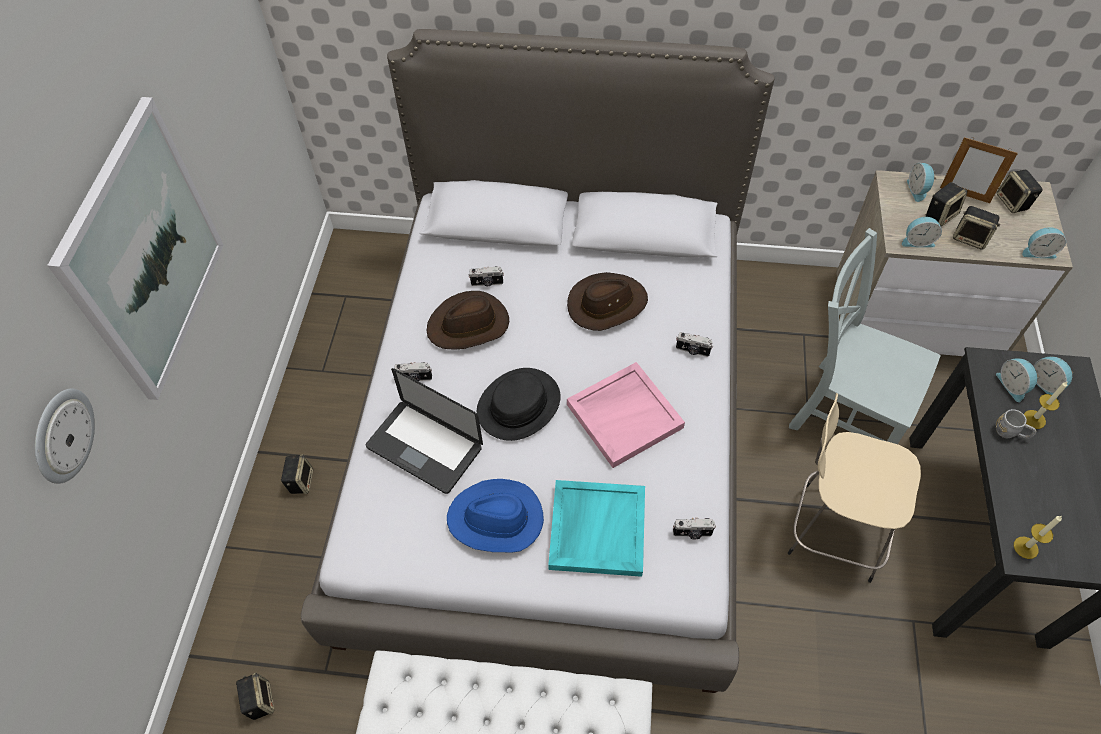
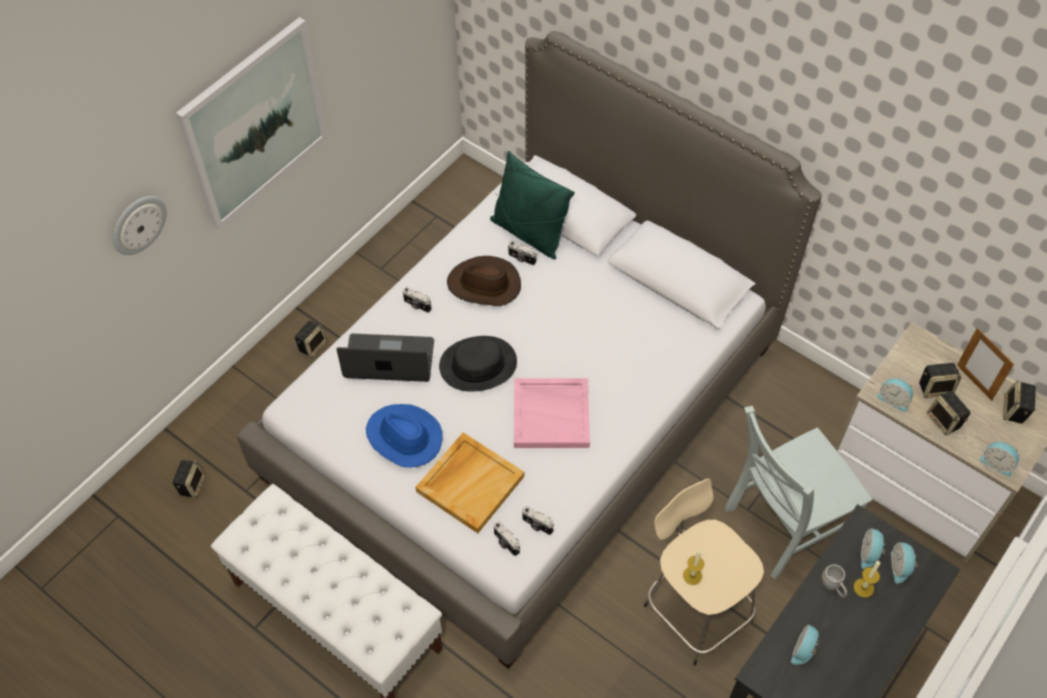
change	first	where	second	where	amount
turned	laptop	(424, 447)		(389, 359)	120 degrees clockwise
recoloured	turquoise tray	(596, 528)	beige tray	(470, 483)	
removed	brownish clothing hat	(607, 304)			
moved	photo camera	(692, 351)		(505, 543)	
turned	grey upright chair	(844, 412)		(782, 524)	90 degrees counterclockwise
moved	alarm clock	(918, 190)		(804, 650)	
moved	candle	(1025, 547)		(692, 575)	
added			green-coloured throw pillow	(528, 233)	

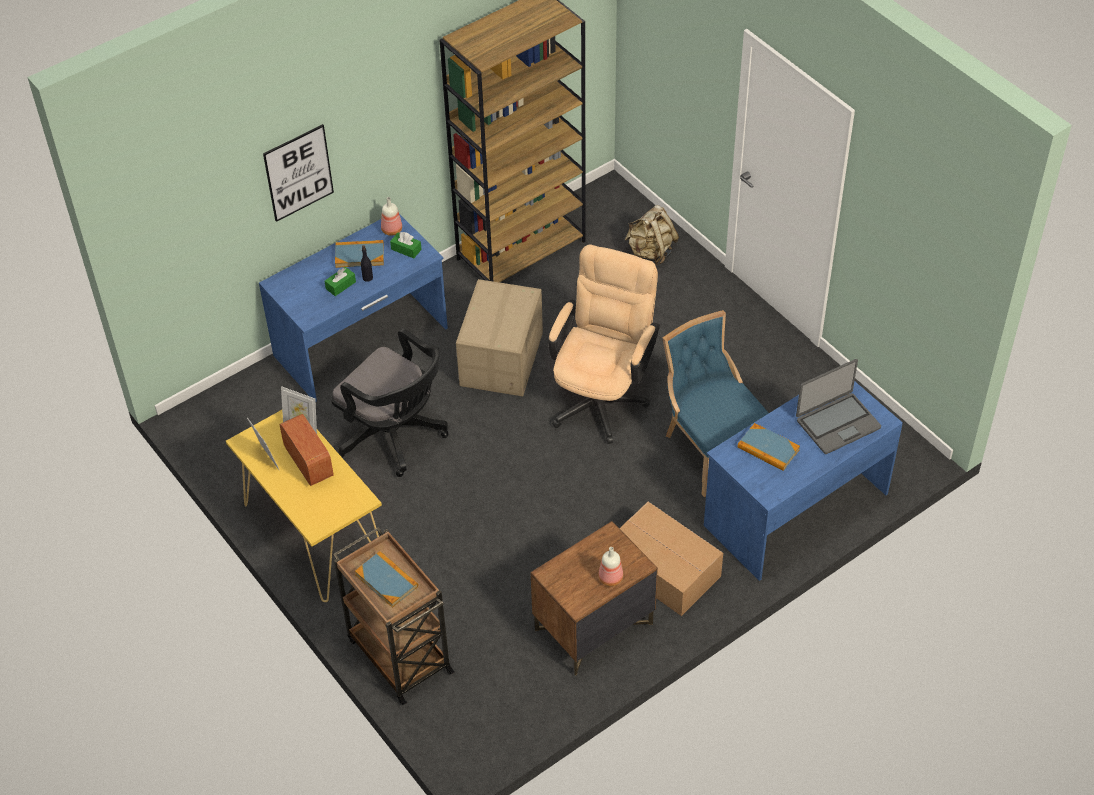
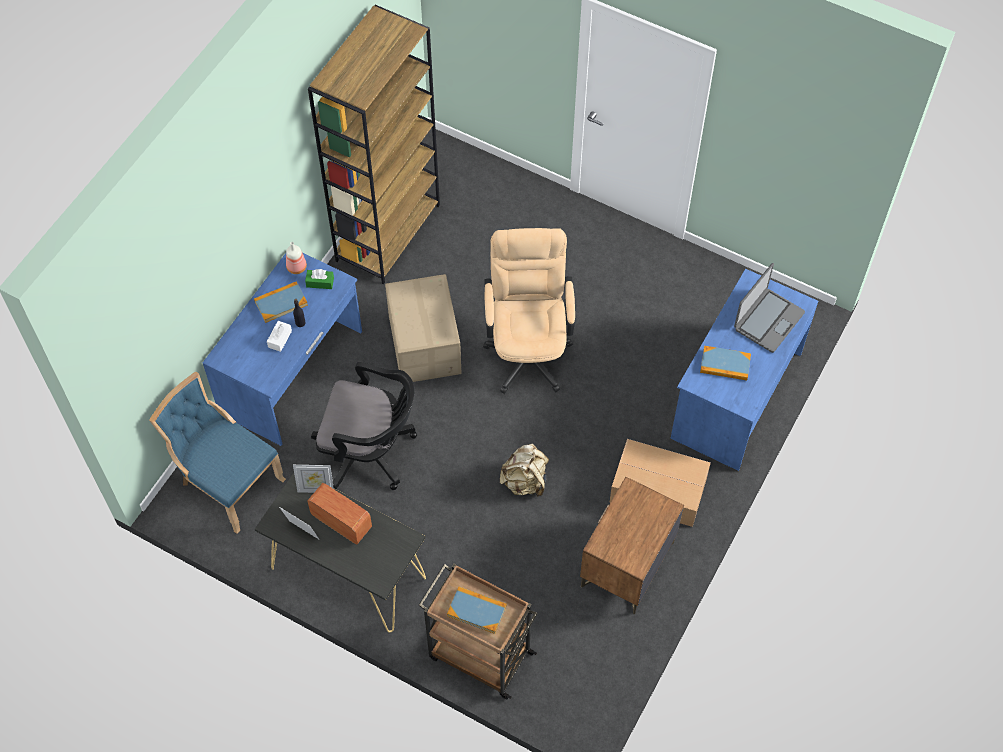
change	first	where	second	where	amount
recoloured	yellow console table	(314, 534)	black-coloured console table	(347, 572)	
removed	wall art	(298, 173)			
recoloured	green-coloured tissue box	(340, 285)	white-coloured tissue box	(280, 339)	
removed	drink bottle	(611, 578)			
moved	beige rucksack	(651, 252)		(525, 481)	
moved	bluish upright chair	(711, 448)		(228, 482)	

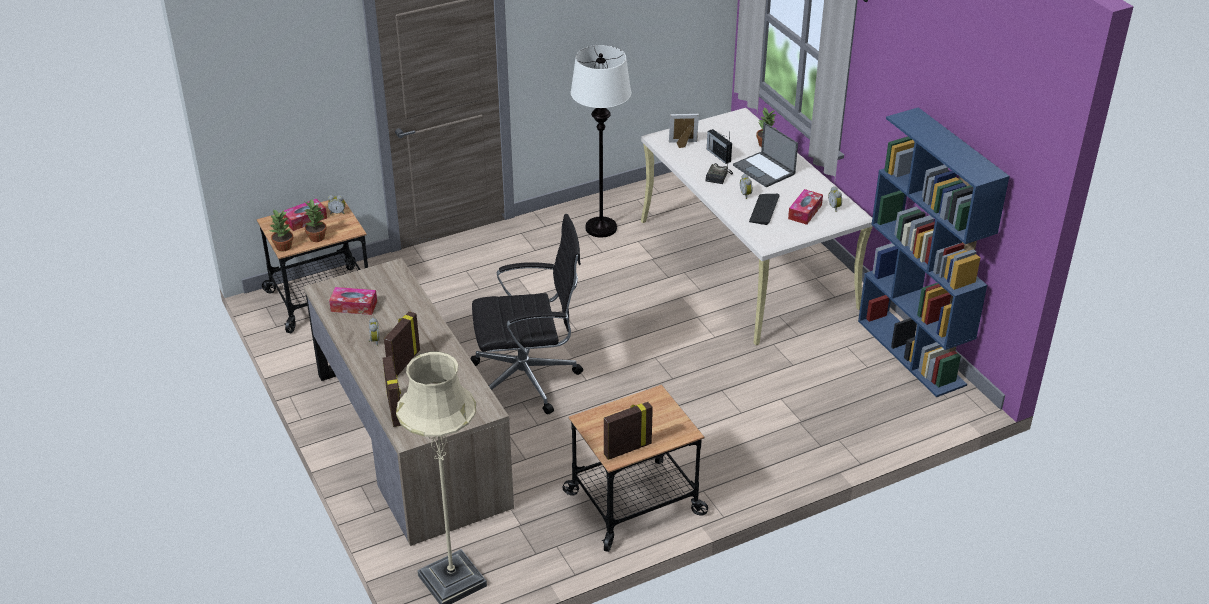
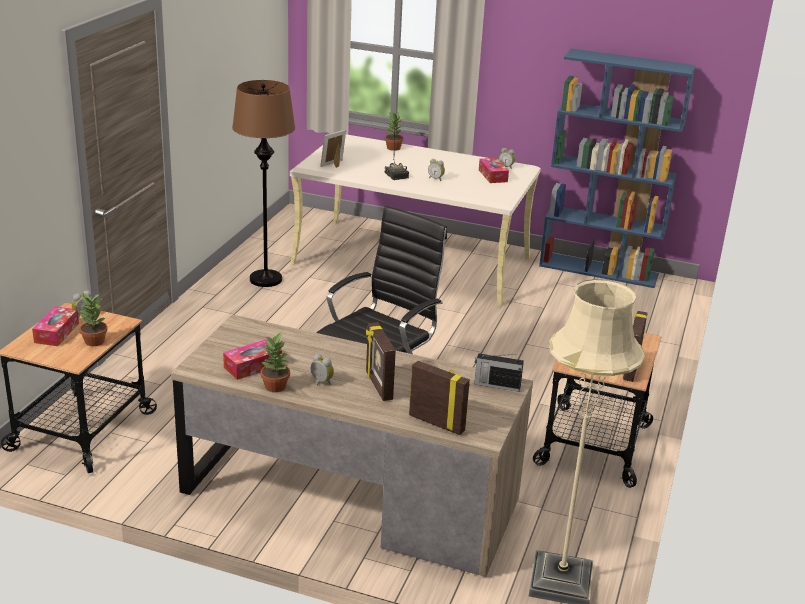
change	first	where	second	where	amount
moved	potted plant	(284, 247)		(276, 386)	
recoloured	white-coloured floor lamp	(601, 228)	brownish floor lamp	(265, 279)	
moved	radio receiver	(718, 155)		(496, 385)	
removed	laptop	(764, 170)			
removed	PC keyboard	(764, 209)			

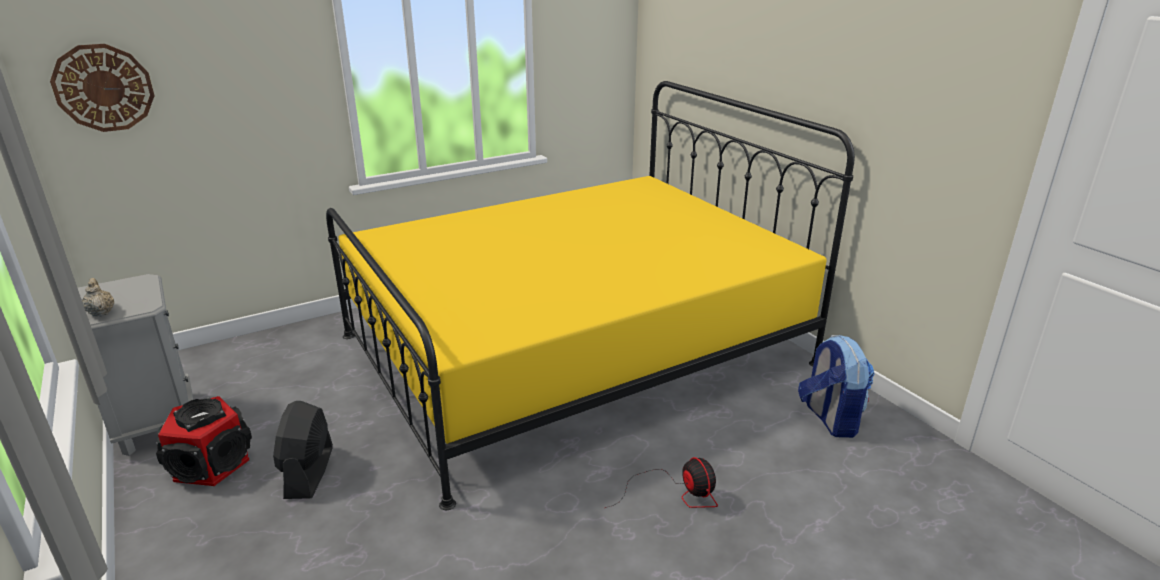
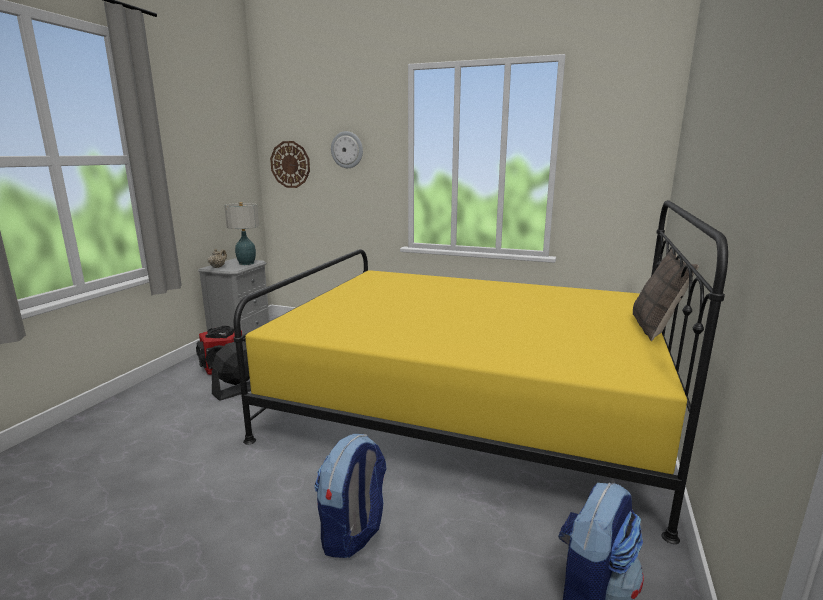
change	first	where	second	where	amount
replaced	electric fan	(676, 493)	rucksack	(353, 533)	
added			lamp for a table	(247, 263)	
added			wall clock	(347, 150)	
added			throw pillow	(655, 328)	

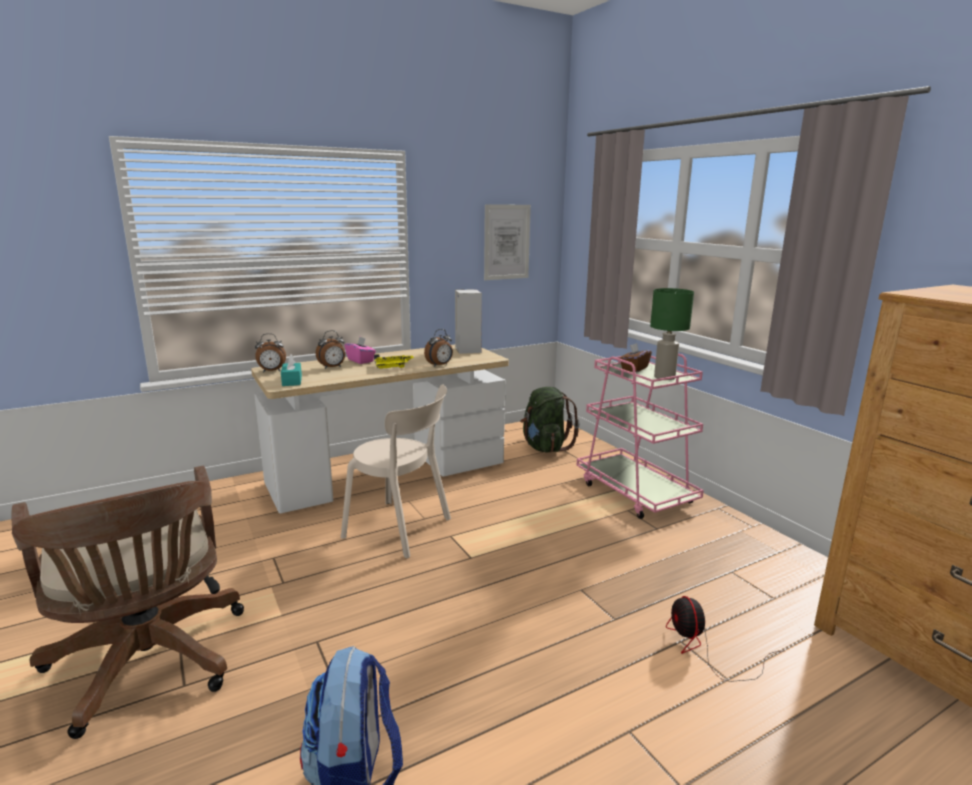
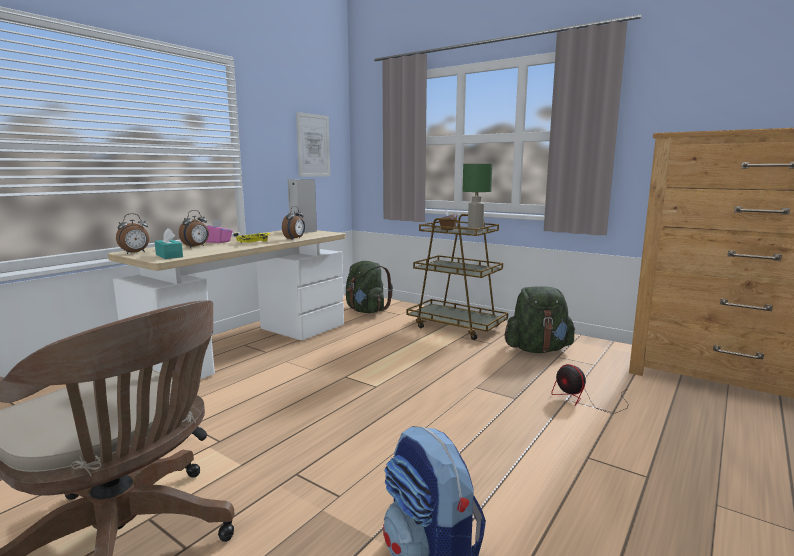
change	first	where	second	where	amount
removed	beige upright chair	(401, 529)			
recoloured	pink-coloured cart	(635, 492)	brownish cart	(456, 326)	
added			green-coloured rucksack	(537, 349)	

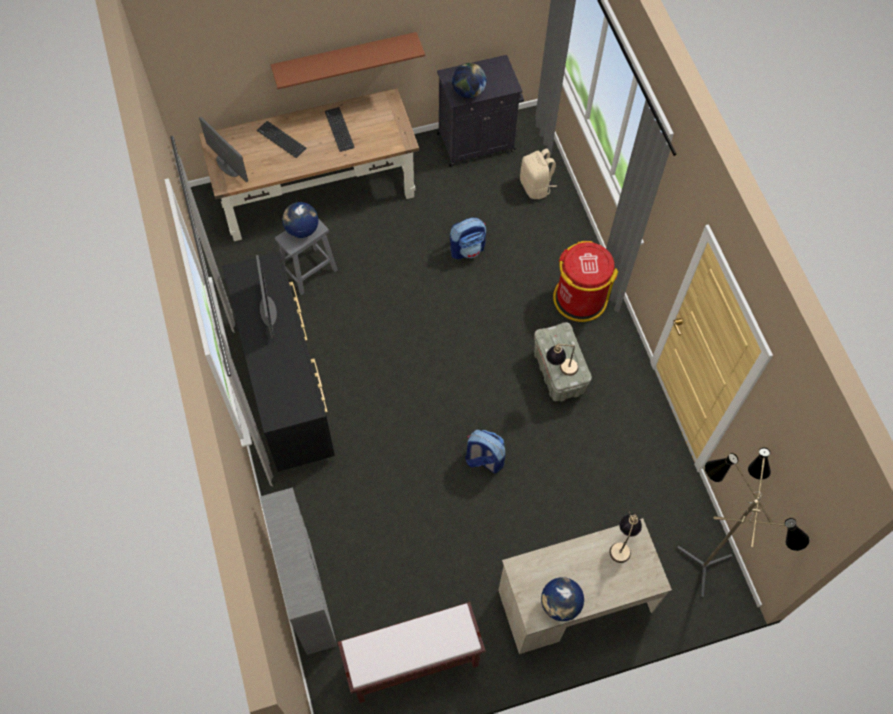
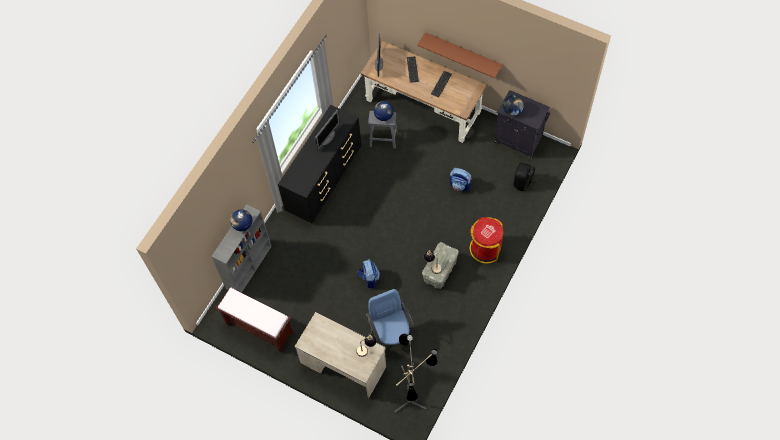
change	first	where	second	where	amount
recoloured	beige rucksack	(536, 187)	black-coloured rucksack	(522, 183)	
moved	desk globe	(560, 604)		(242, 225)	
added			bluish desk chair	(391, 335)	

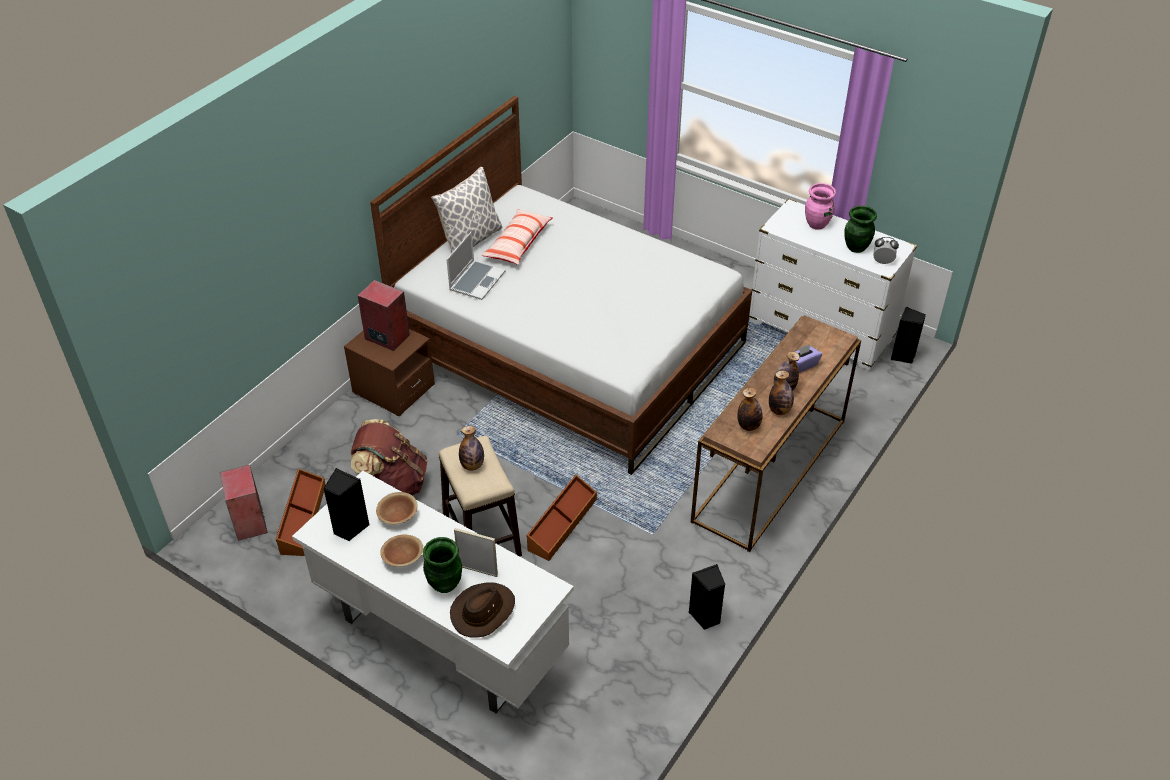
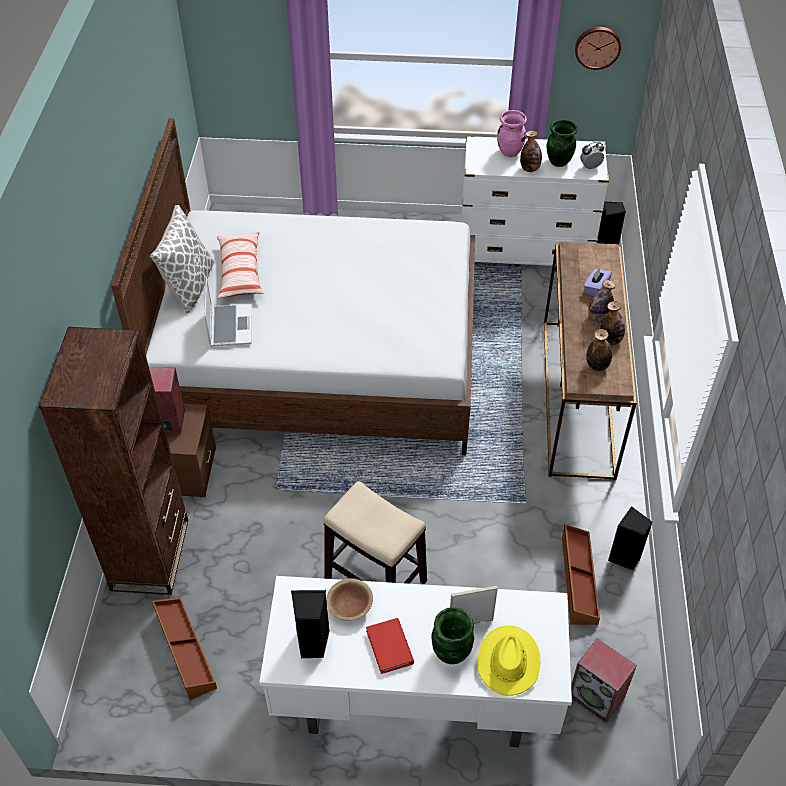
change	first	where	second	where	amount
moved	loudspeaker	(250, 523)		(597, 696)	
removed	brownish rucksack	(393, 485)			
replaced	brownish serving bowl	(403, 558)	reddish bound book	(390, 647)	
recoloured	brownish clothing hat	(483, 611)	yellow clothing hat	(508, 661)	
moved	drink bottle	(472, 465)		(530, 169)	
moved	brownish storage box	(561, 524)		(577, 580)	
added			brownish bookshelf	(150, 554)	
added			wall clock	(597, 46)	

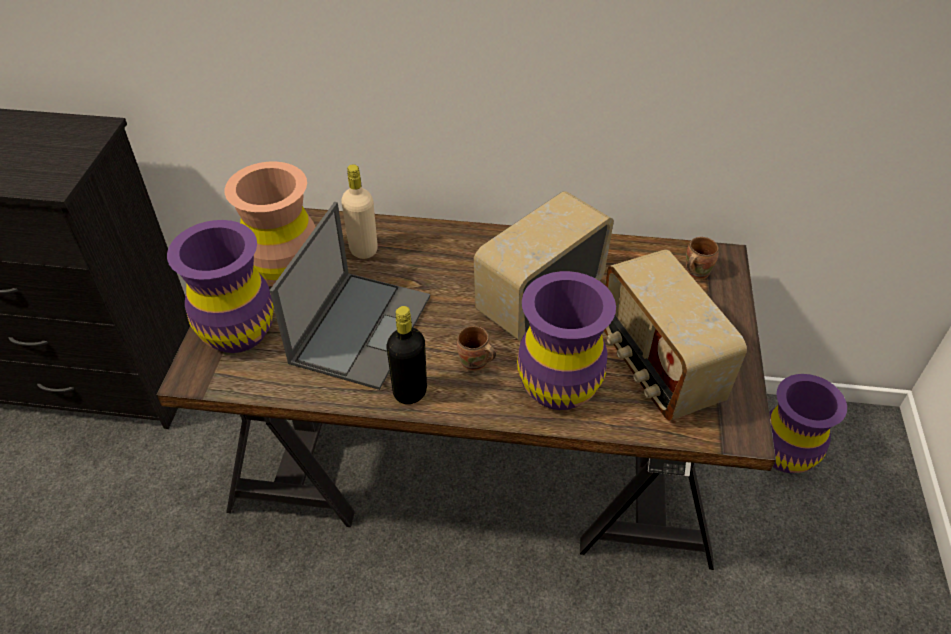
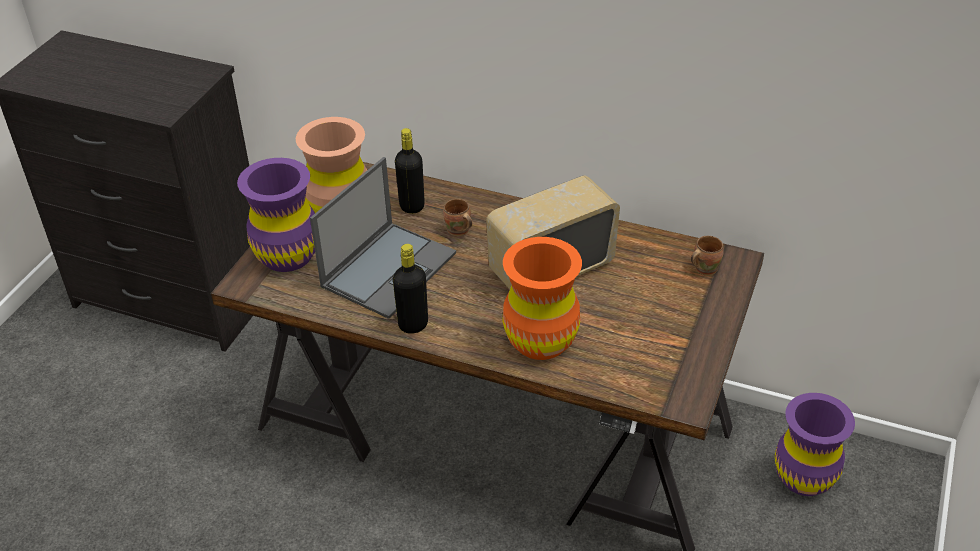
change	first	where	second	where	amount
recoloured	beige drink bottle	(363, 250)	black-coloured drink bottle	(412, 206)	
moved	brownish coffee mug	(474, 364)		(458, 231)	
recoloured	purple decorative vase	(559, 385)	orange decorative vase	(541, 340)	
removed	radio receiver	(656, 368)			

